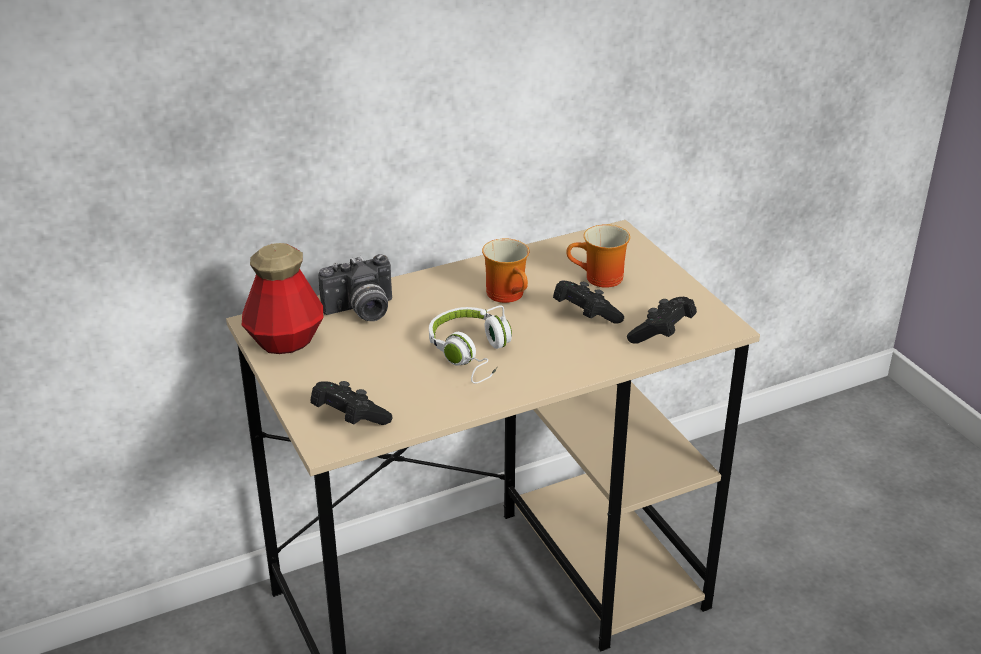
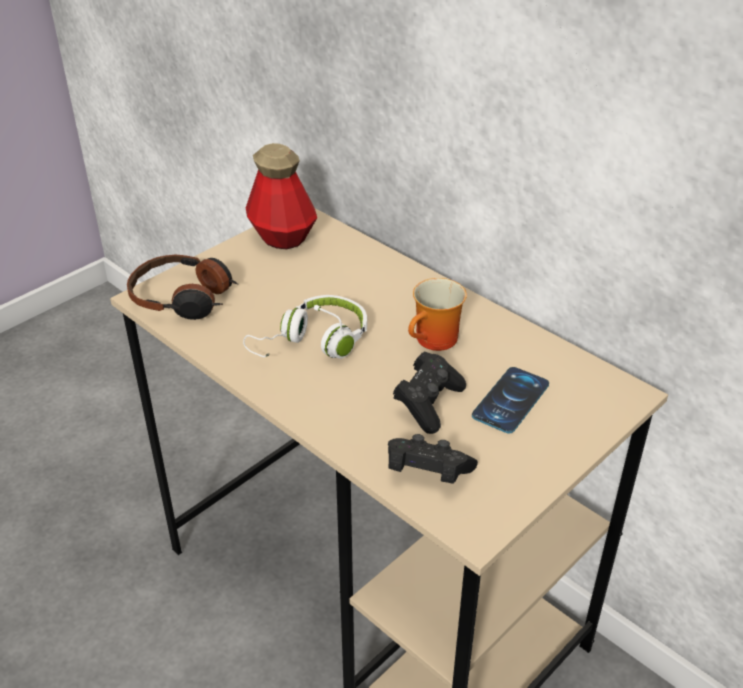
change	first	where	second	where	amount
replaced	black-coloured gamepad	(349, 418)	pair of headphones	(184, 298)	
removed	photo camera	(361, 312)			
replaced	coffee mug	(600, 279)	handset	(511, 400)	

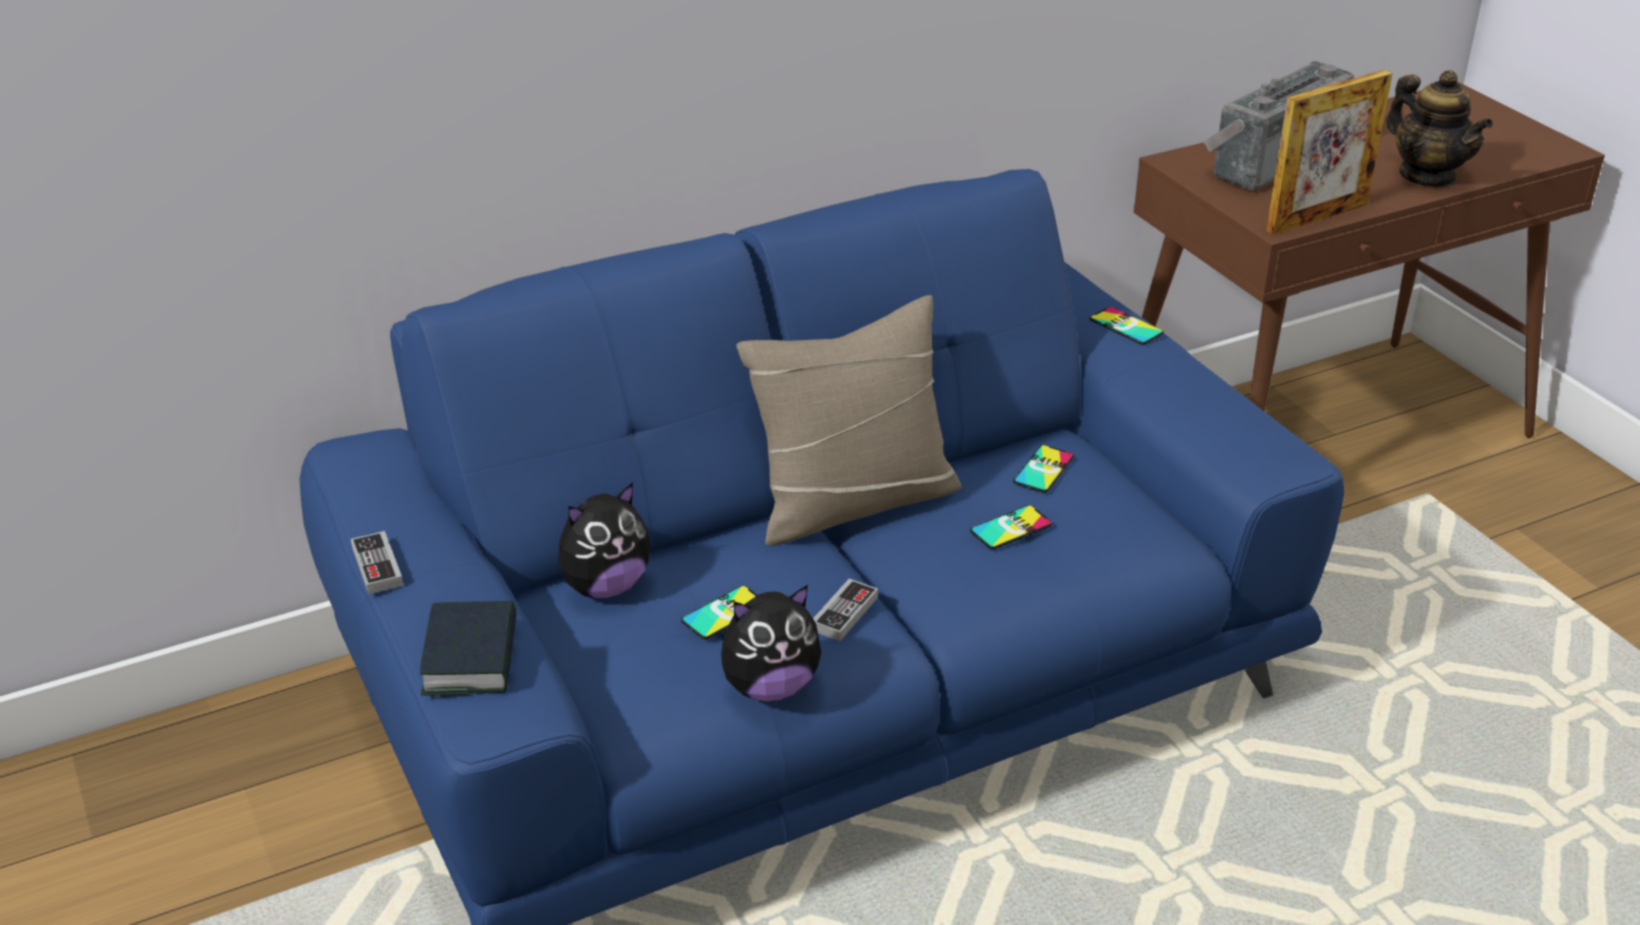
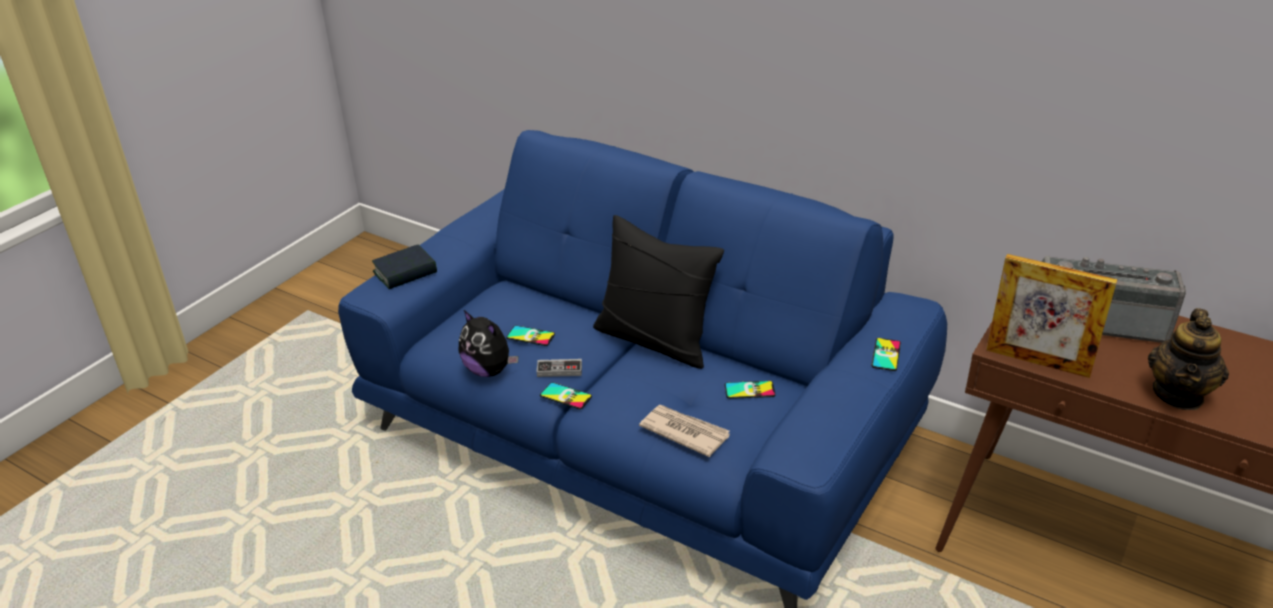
change	first	where	second	where	amount
removed	gamepad	(377, 566)			
removed	cuddly toy	(605, 586)			
recoloured	beige throw pillow	(852, 503)	black-coloured throw pillow	(655, 340)	
moved	handset	(1011, 528)		(566, 396)	
added			newspaper	(684, 432)	

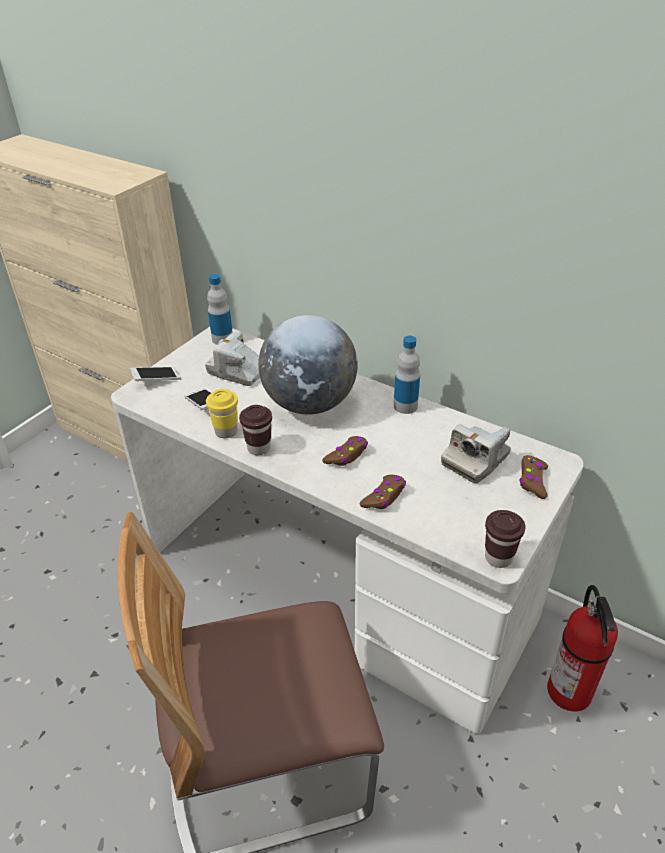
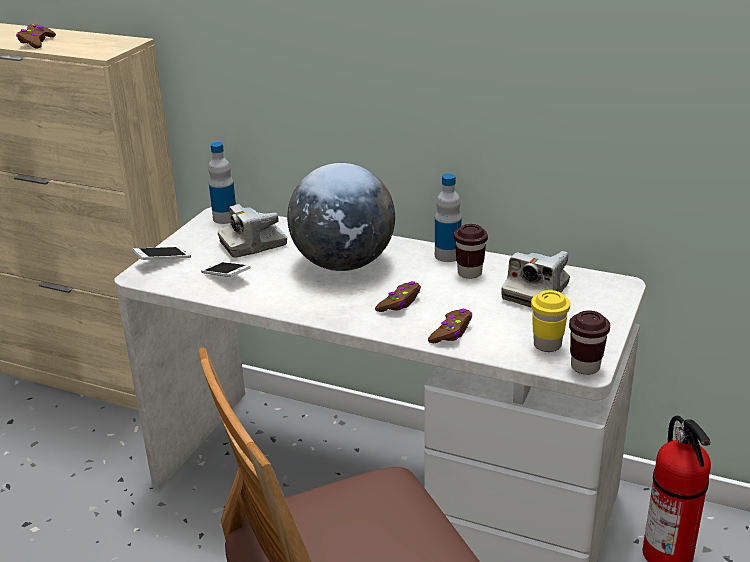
change	first	where	second	where	amount
turned	photo camera	(238, 371)		(253, 244)	45 degrees counterclockwise
moved	yellow small cup	(226, 431)		(547, 345)	
moved	brownish small cup	(259, 448)		(469, 273)	
moved	brownish gamepad	(532, 481)		(36, 42)	

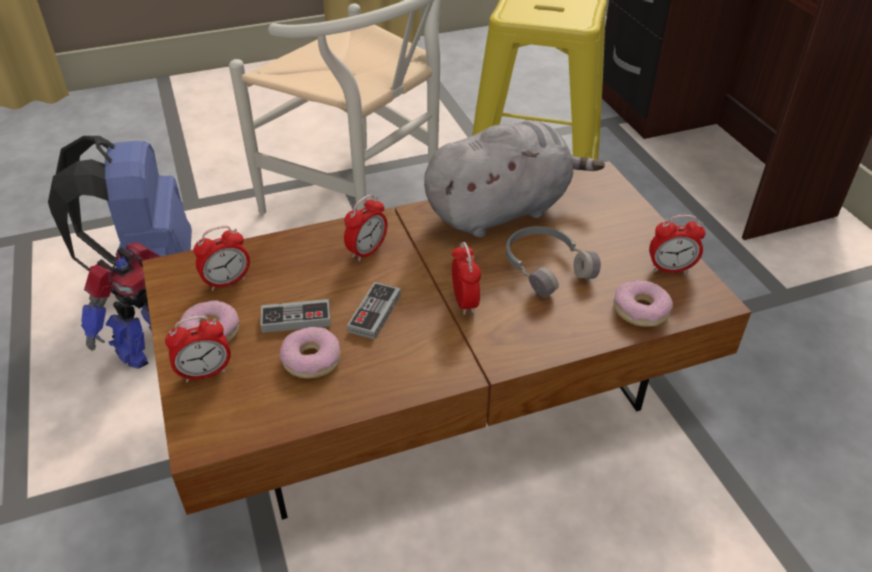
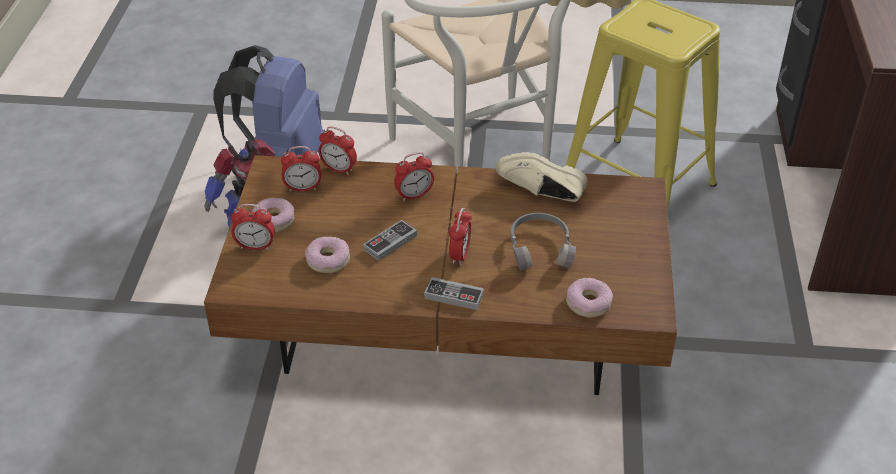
change	first	where	second	where	amount
moved	gamepad	(296, 319)		(454, 296)	
replaced	grey cuddly toy	(502, 210)	beige item of footwear	(540, 194)	
moved	alarm clock	(670, 269)		(339, 169)	

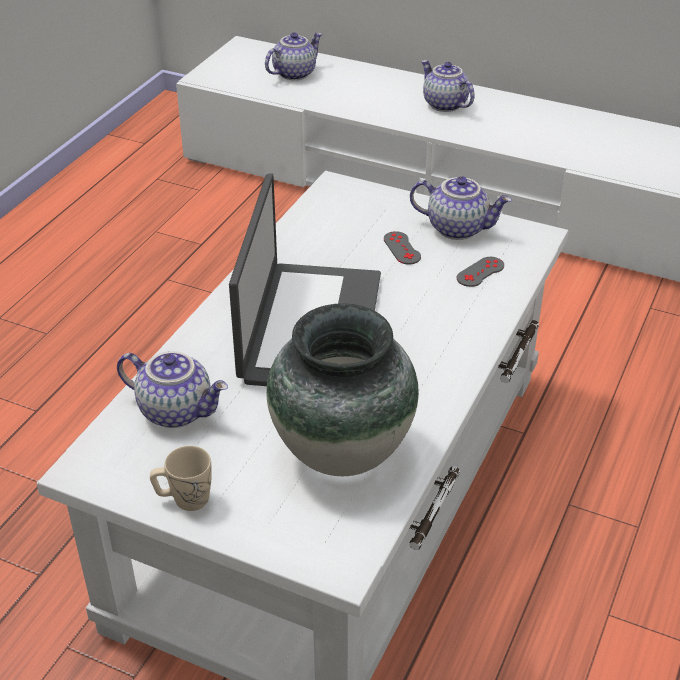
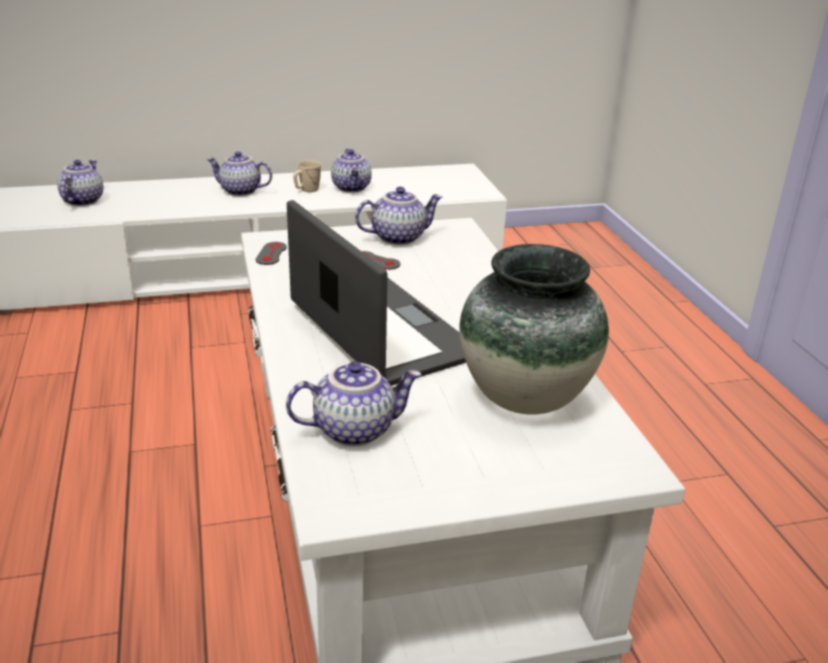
change	first	where	second	where	amount
moved	beige coffee mug	(184, 499)		(306, 190)	
moved	grey gamepad	(480, 272)		(271, 254)	
added			pot for tea	(352, 188)	

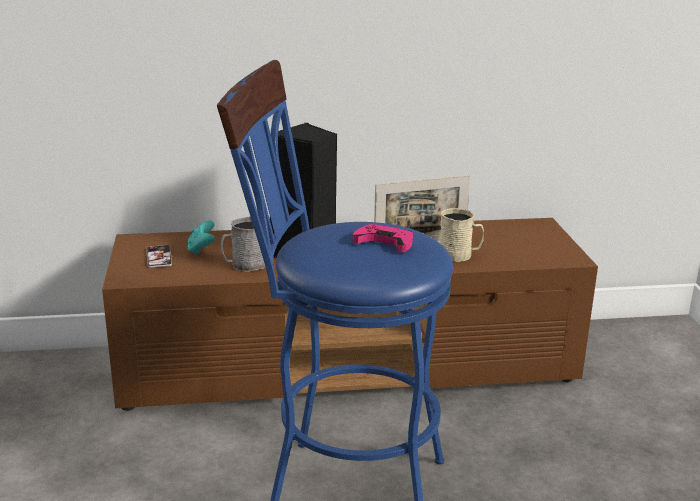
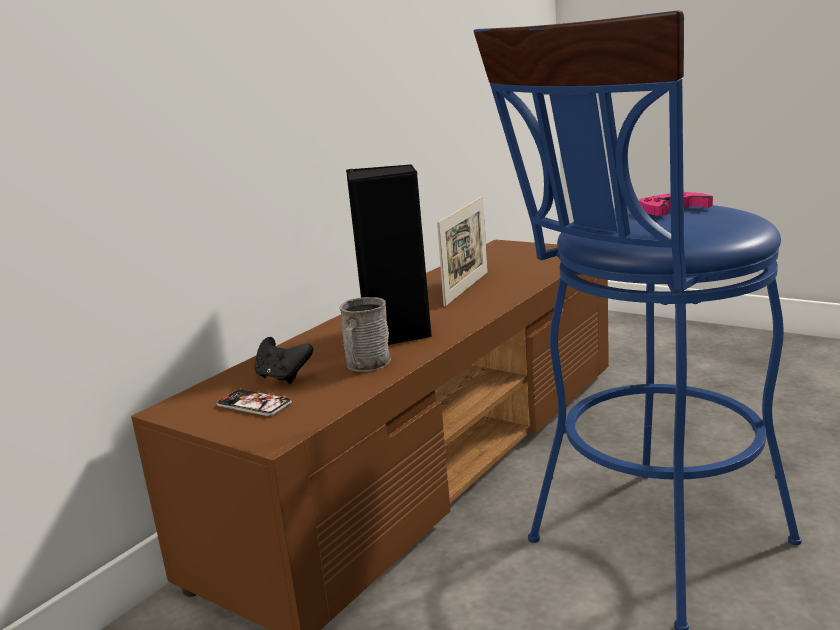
change	first	where	second	where	amount
recoloured	turquoise gamepad	(201, 250)	black-coloured gamepad	(283, 377)	
removed	beige coffee mug	(460, 255)			

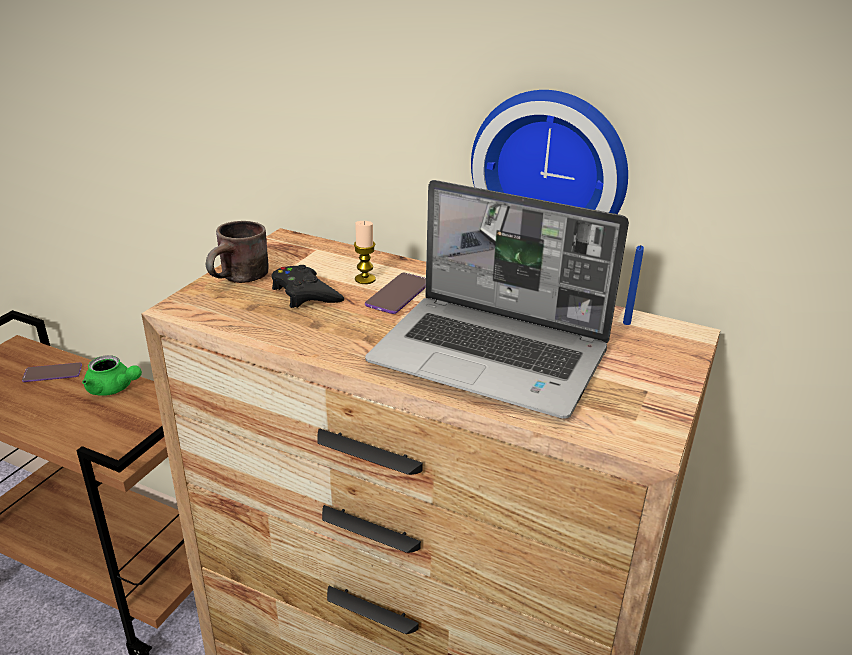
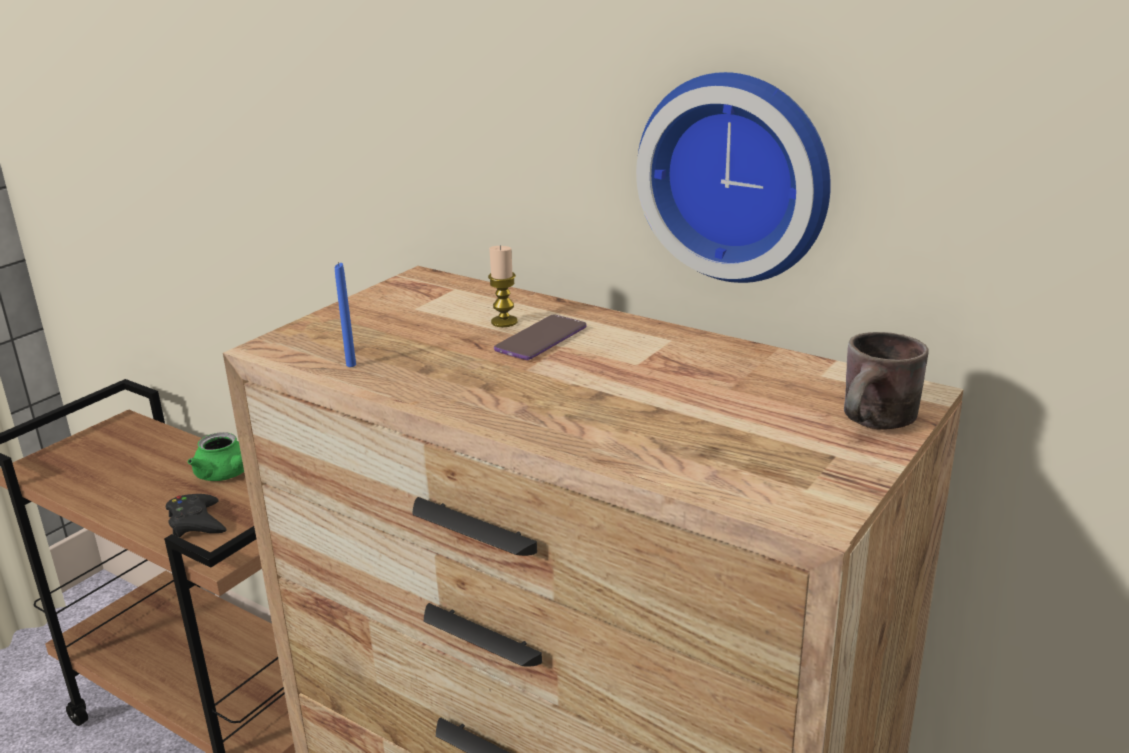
change	first	where	second	where	amount
removed	handset	(52, 373)			
moved	brownish coffee mug	(242, 279)		(879, 424)	
moved	black-coloured gamepad	(305, 294)		(196, 522)	
removed	laptop	(493, 357)			
moved	bluish candle	(626, 323)		(351, 365)	

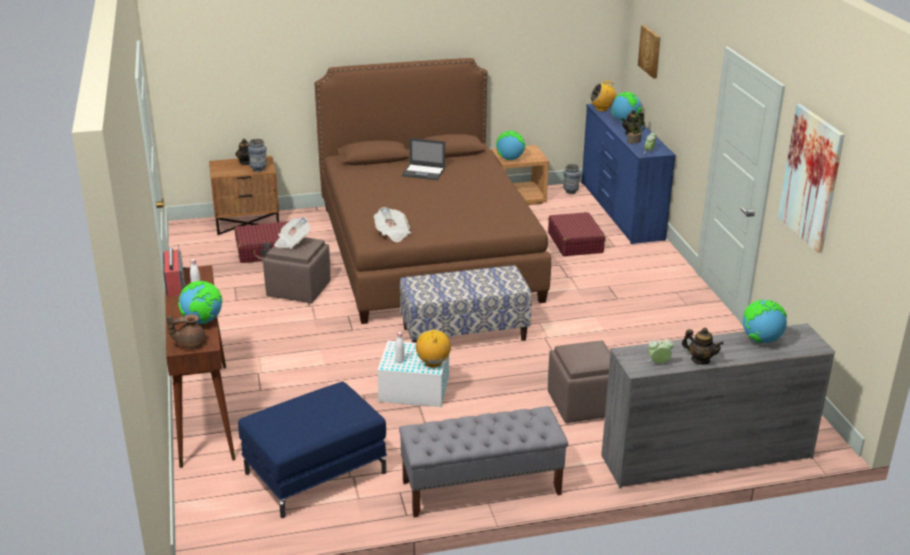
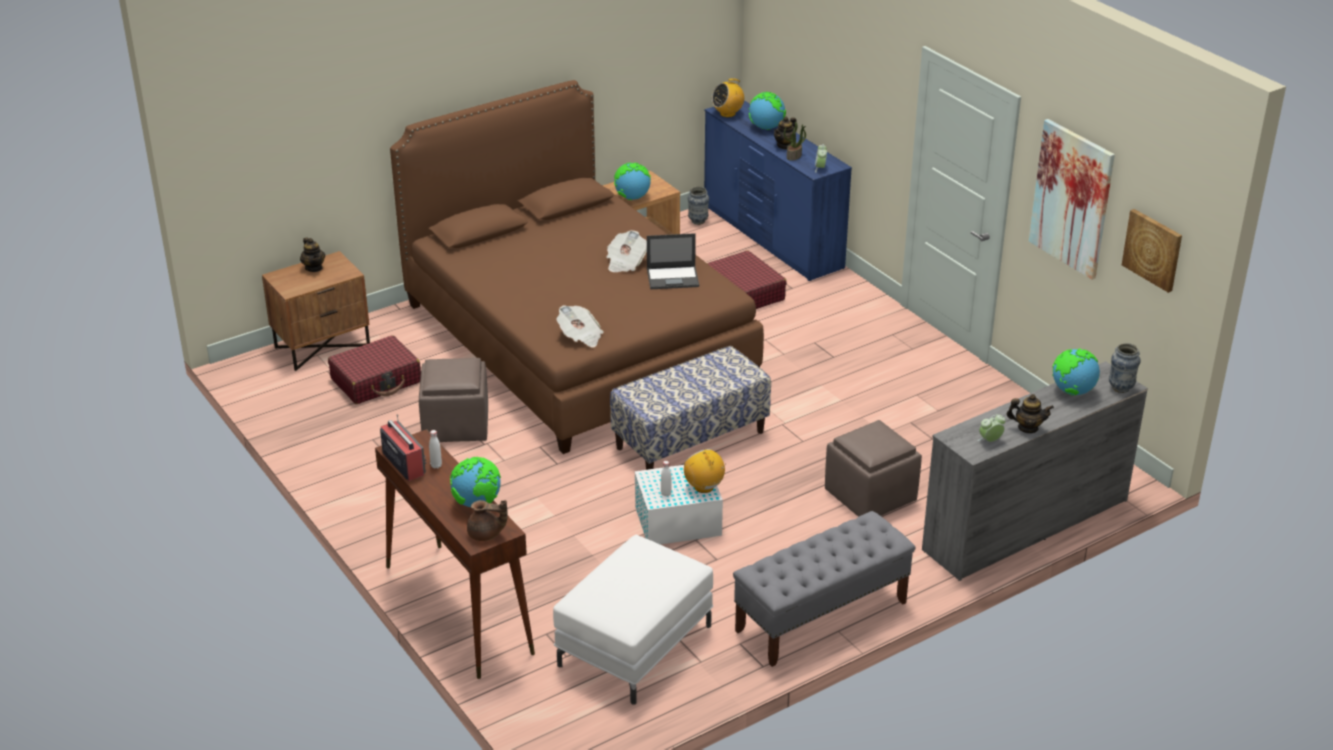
change	first	where	second	where	amount
turned	brownish pot for tea	(190, 344)		(486, 534)	135 degrees counterclockwise
recoloured	bluish ottoman	(315, 473)	white-coloured ottoman	(635, 646)	
moved	decorative vase	(258, 170)		(1120, 388)	
moved	newspaper	(292, 242)		(625, 263)	
moved	laptop	(424, 172)		(673, 278)	
moved	wall art	(650, 51)		(1153, 249)	

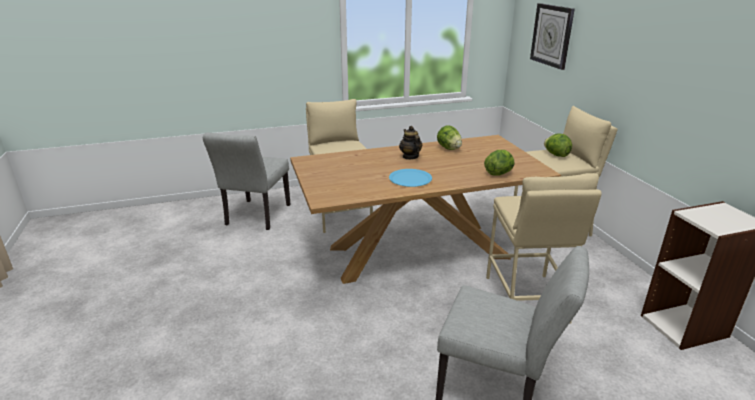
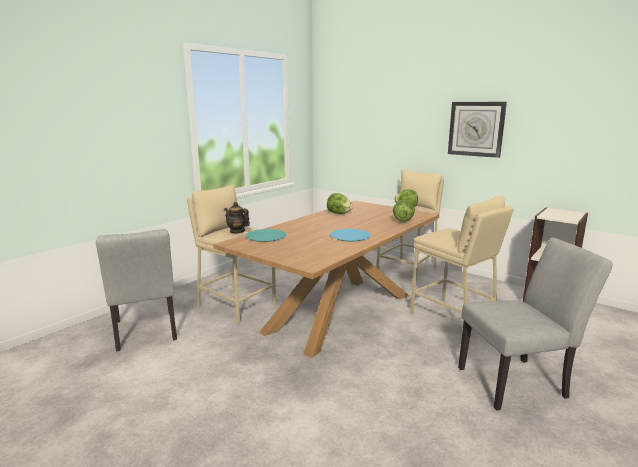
change	first	where	second	where	amount
moved	pot for tea	(410, 157)		(237, 231)	
moved	wall clock	(552, 35)		(476, 129)	
added			turquoise plate	(265, 236)	

